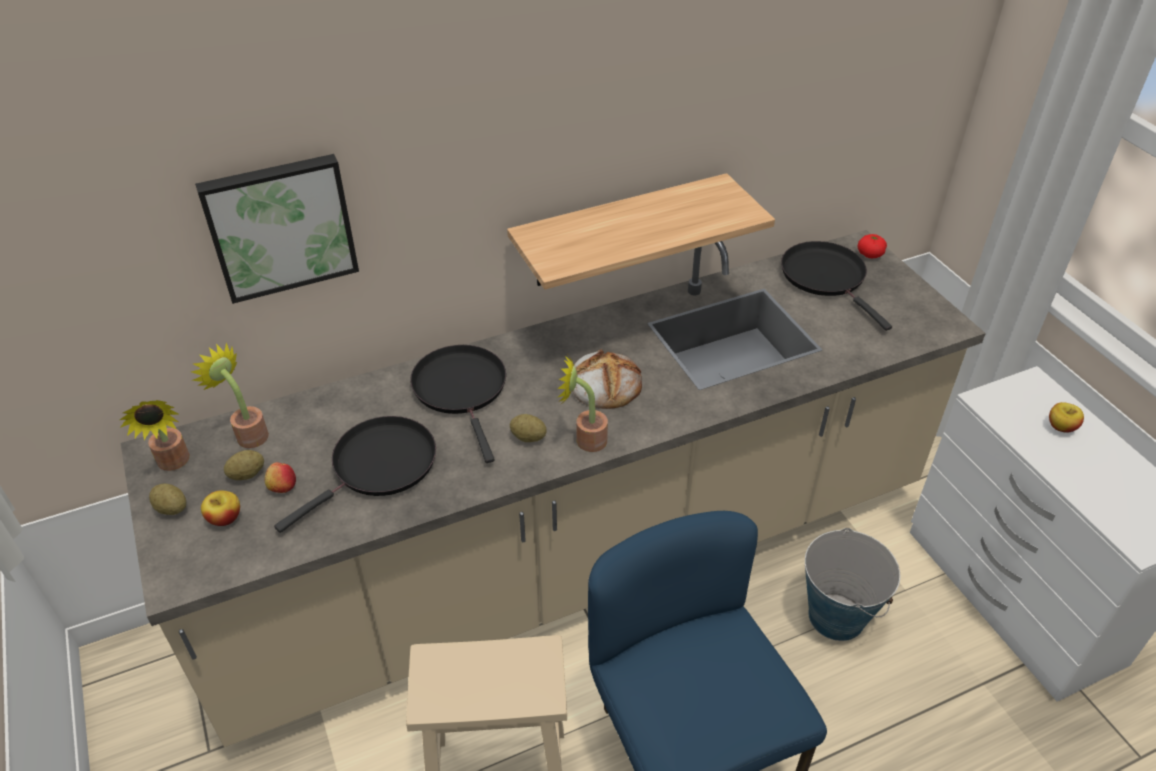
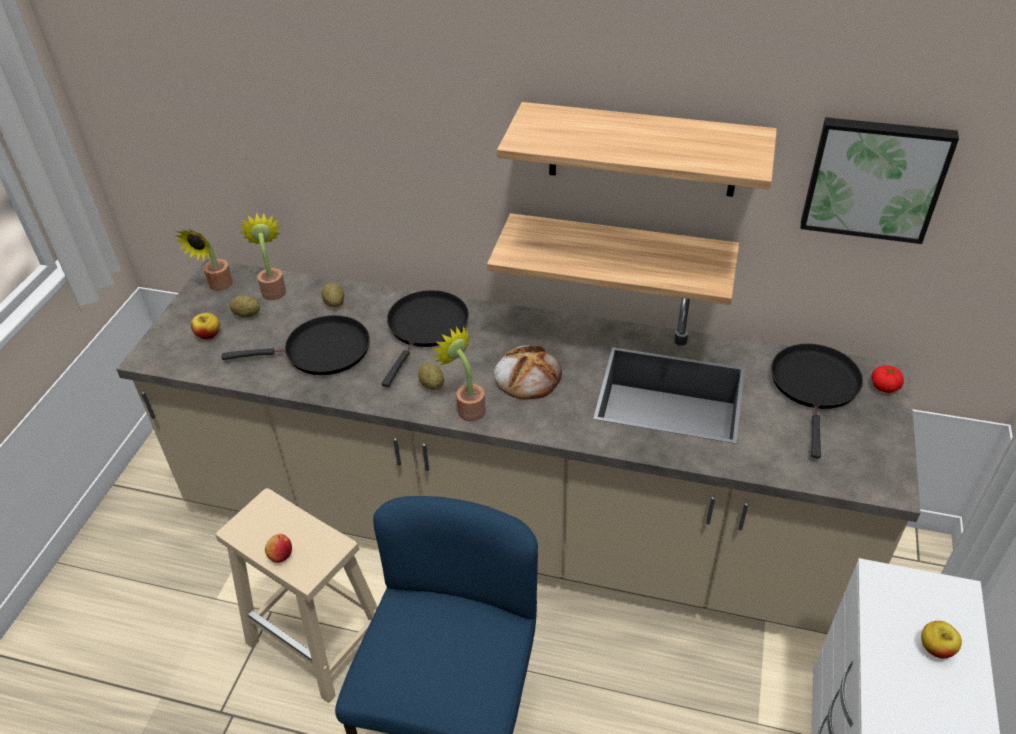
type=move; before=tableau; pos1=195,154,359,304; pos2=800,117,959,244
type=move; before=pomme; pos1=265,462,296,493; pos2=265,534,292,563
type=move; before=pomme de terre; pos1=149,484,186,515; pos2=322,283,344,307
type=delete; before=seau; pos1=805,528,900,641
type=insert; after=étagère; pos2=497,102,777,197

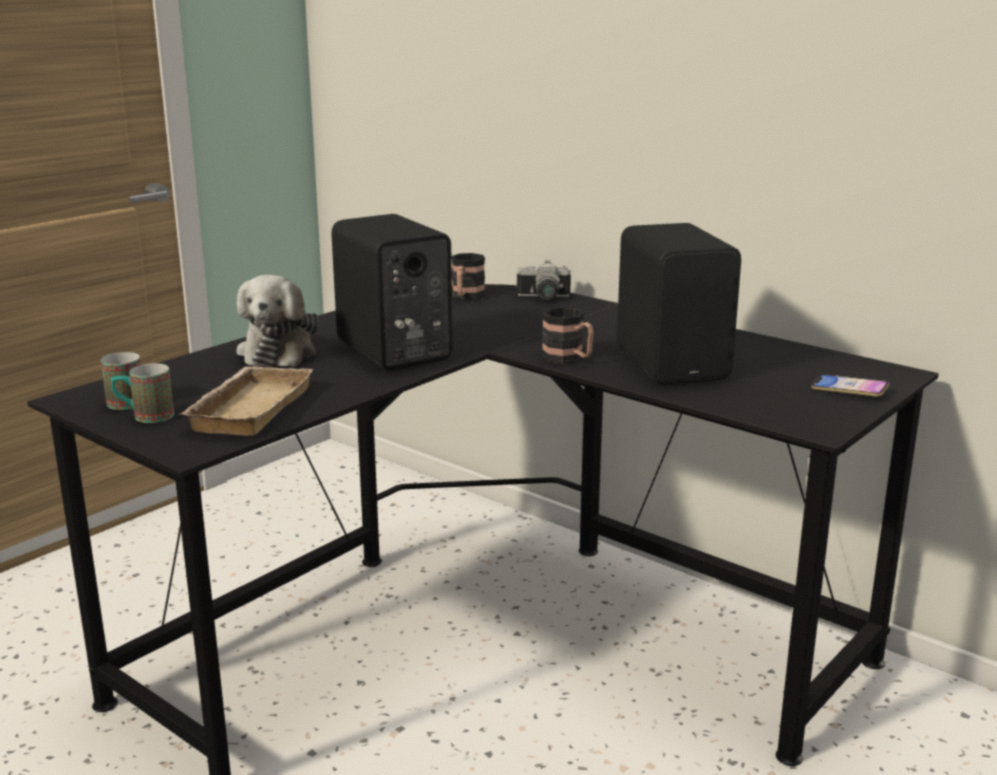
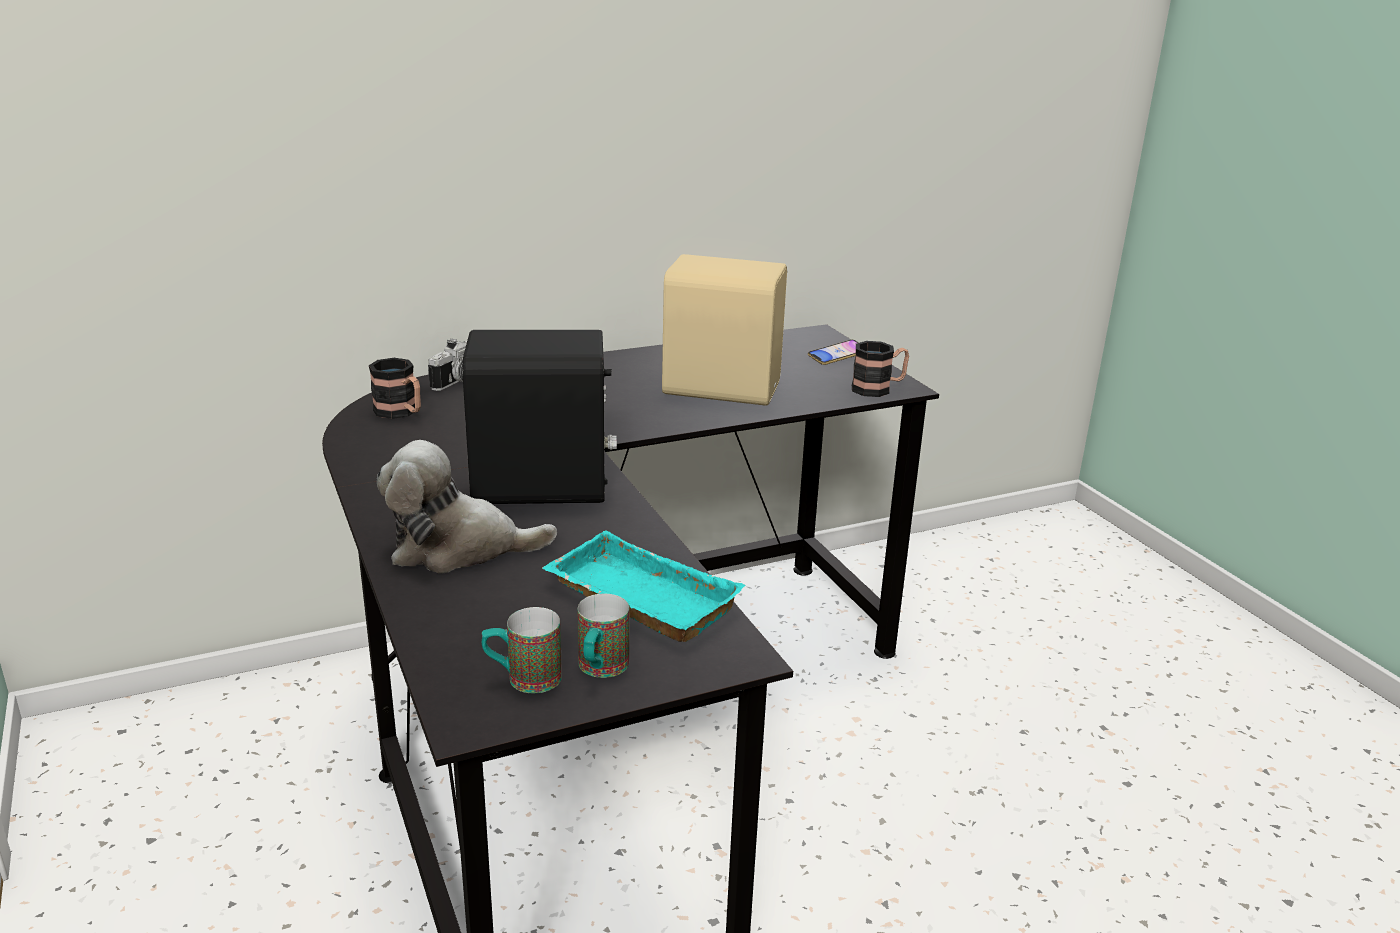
type=recolor; before=enceinte (noir); after=enceinte (beige); pos1=617,223,741,384; pos2=662,254,787,406
type=rotate; before=peluche; pos1=237,275,319,367; pos2=377,440,557,574; turn=150
type=move; before=mug; pos1=542,307,594,364; pos2=852,341,909,397
type=recolor; before=plateau (beige); after=plateau (turquoise); pos1=179,366,314,436; pos2=542,530,746,642

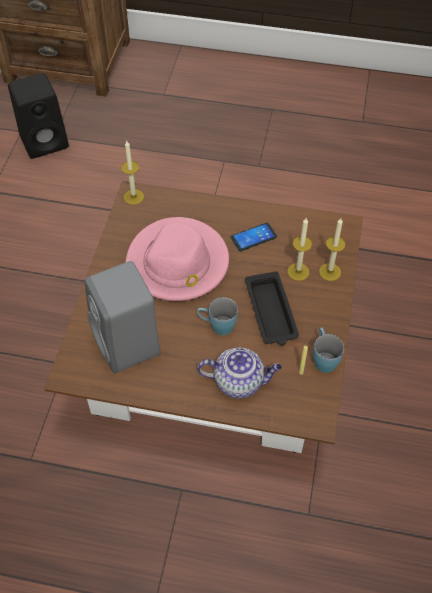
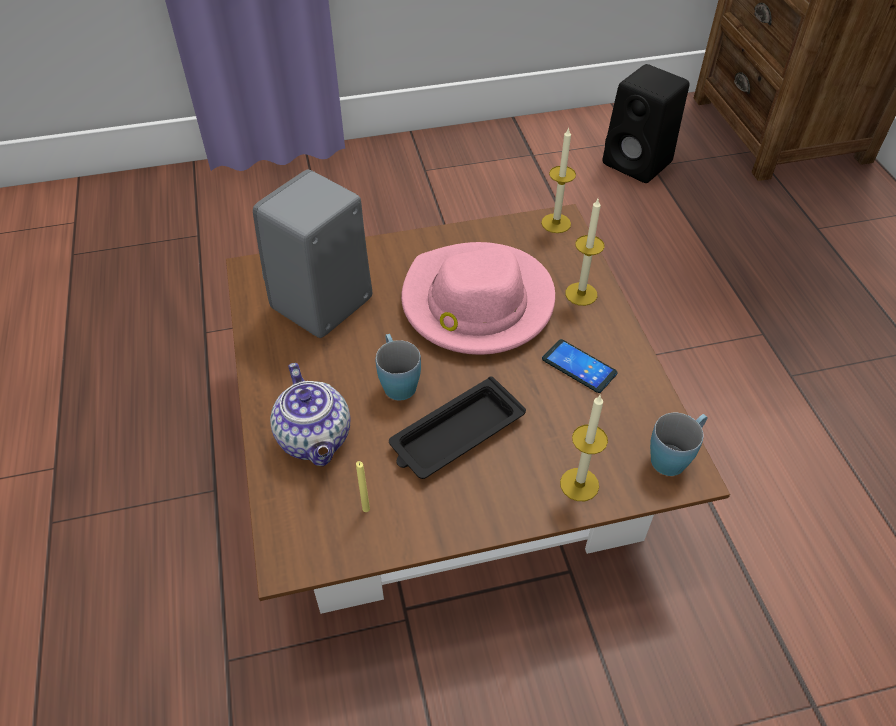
type=move; before=bougie; pos1=287,218,312,281; pos2=565,199,604,306
type=move; before=mug (bleu); pos1=313,327,344,373; pos2=650,413,708,476

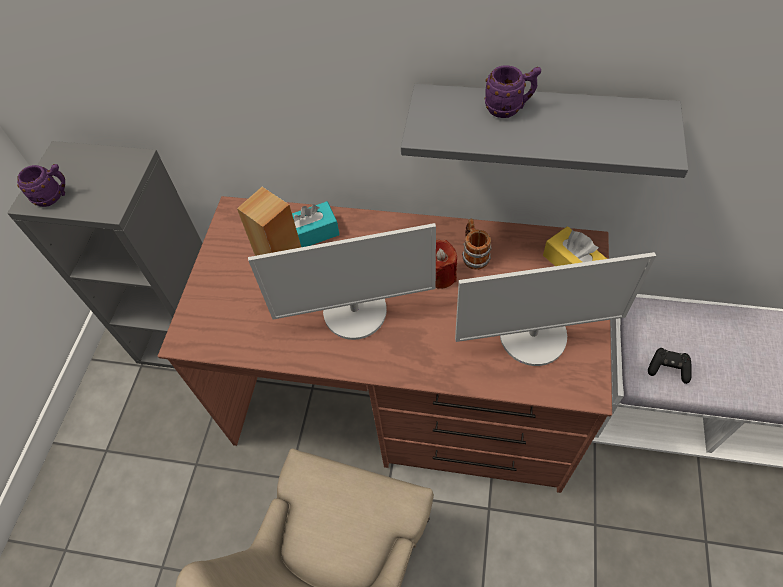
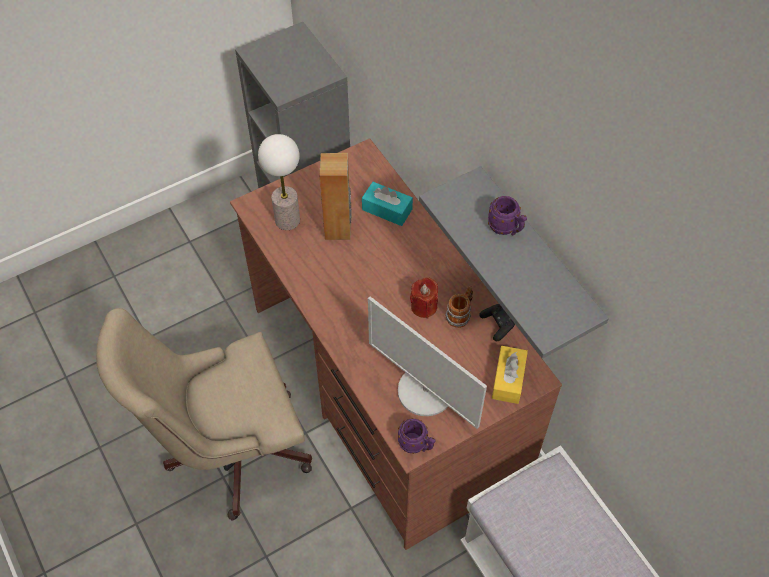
type=move; before=mug (violet); pos1=17,164,65,207; pos2=398,418,435,454
type=delete; before=écran d'ordinateur; pos1=248,223,436,340
type=move; before=manette (noir); pos1=648,348,692,384; pos2=480,304,515,341
type=insert; after=lampe de table; pos2=258,134,300,230

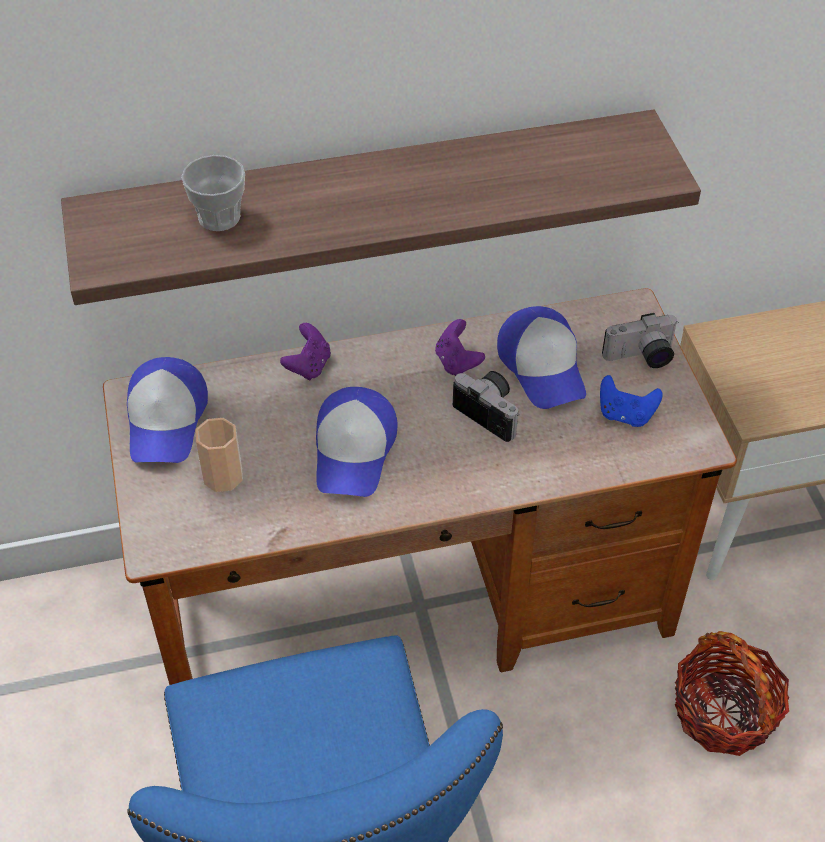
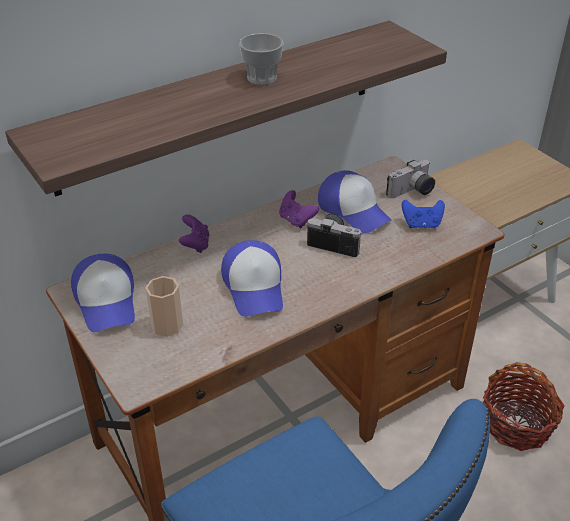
type=move; before=tasse; pos1=181,155,245,231; pos2=239,33,283,85

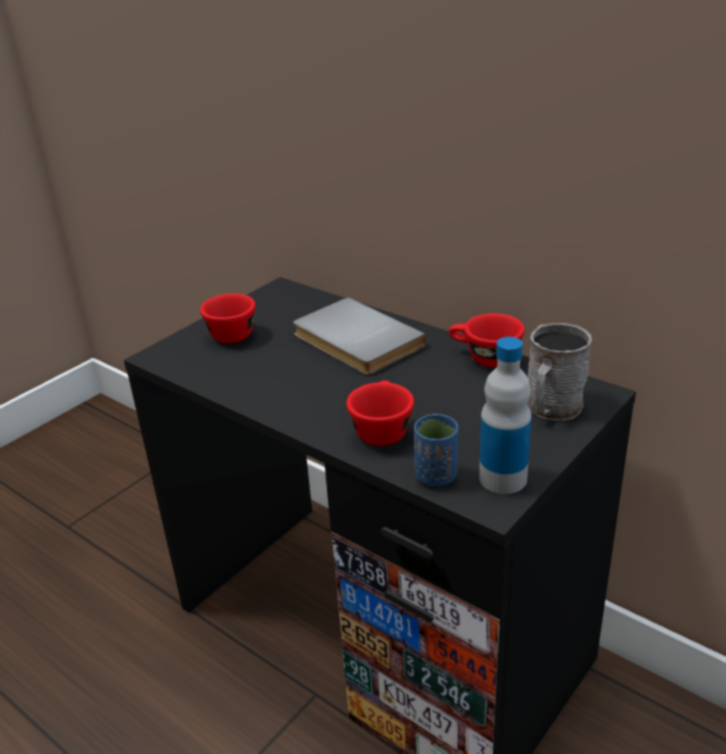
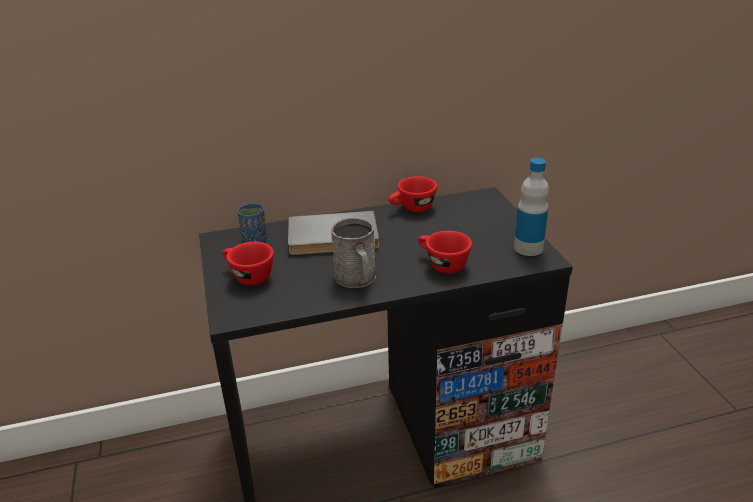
type=move; before=mug (gris); pos1=528,323,592,421; pos2=331,218,376,288
type=move; before=tasse (bleu); pos1=414,414,458,486; pos2=238,203,267,243

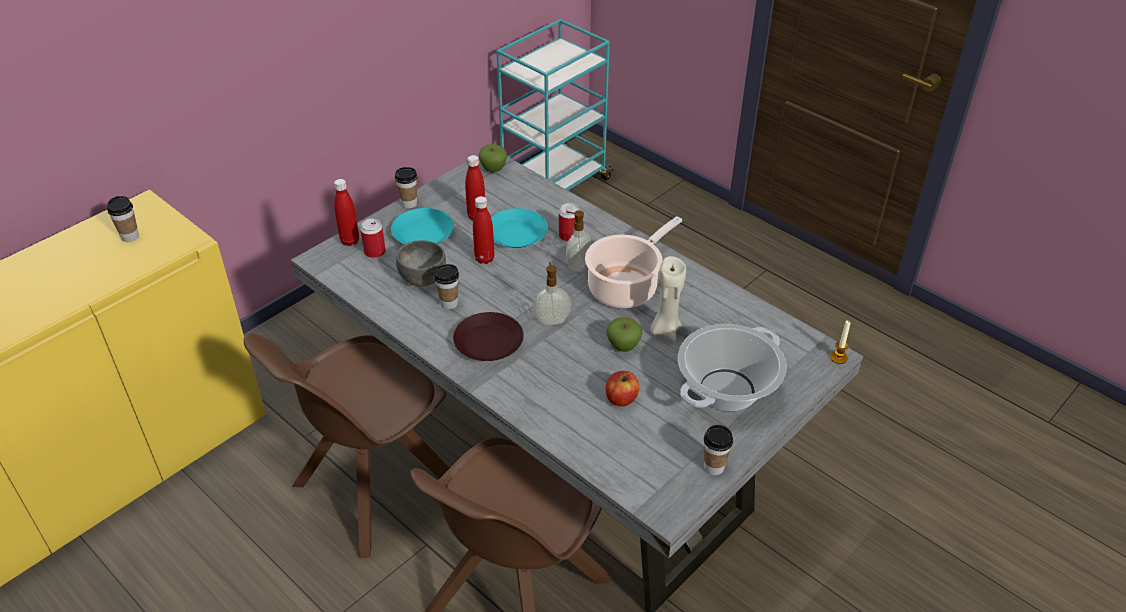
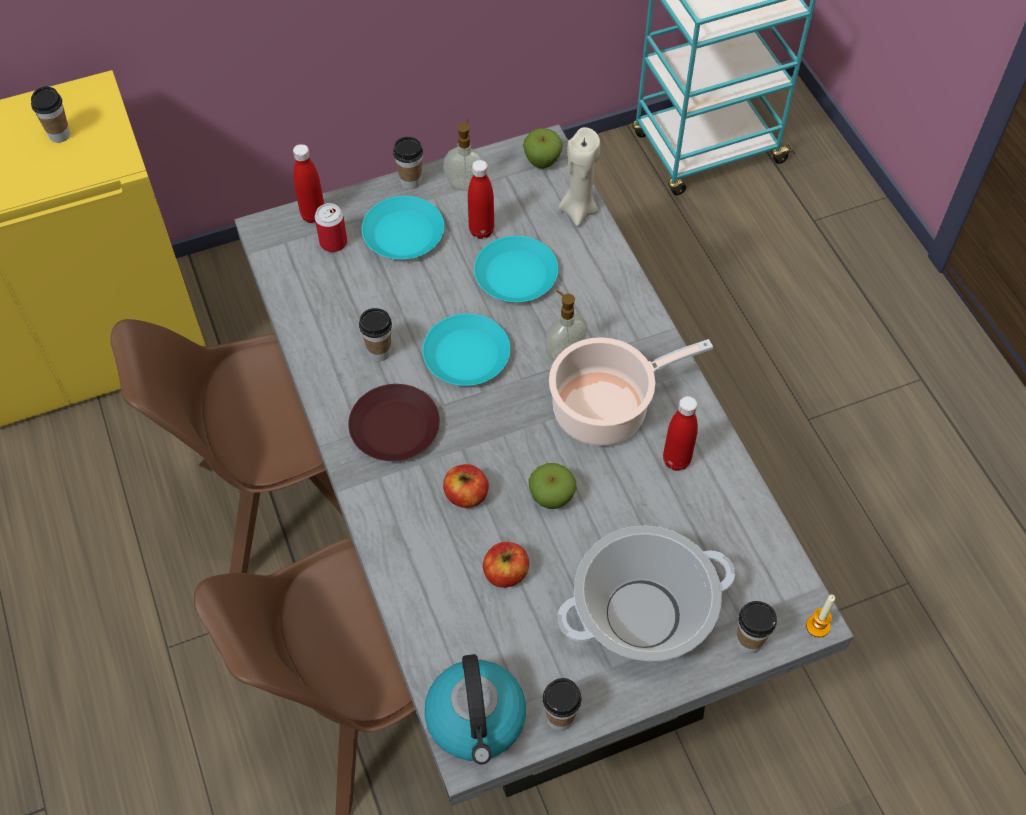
type=move; before=bouteille (rouge); pos1=473,196,494,264; pos2=663,396,698,471
type=delete; before=boîte métallique; pos1=559,203,579,242
type=delete; before=bol (gris); pos1=396,240,446,286
type=move; before=bougie (beige); pos1=650,256,686,342; pos2=558,127,600,226
type=move; before=distributeur de savon; pos1=533,262,571,325; pos2=443,119,485,191
type=insert; after=assiette (turquoise); pos2=422,314,510,386
type=insert; after=pomme; pos2=443,464,489,508
type=insert; after=tasse; pos2=736,601,777,654
type=insert; after=bouilloire; pos2=424,654,526,765

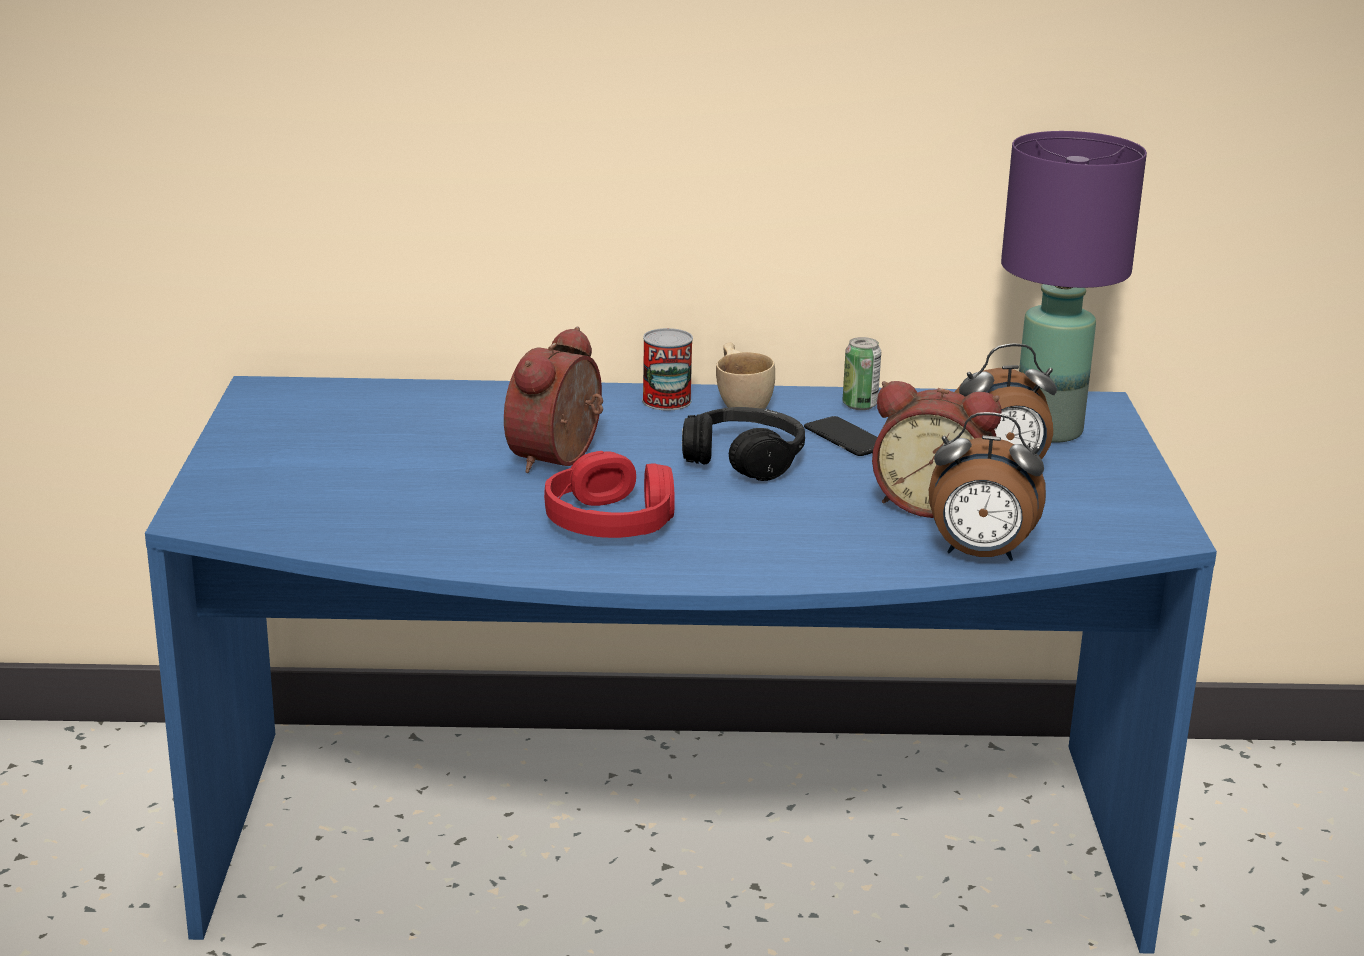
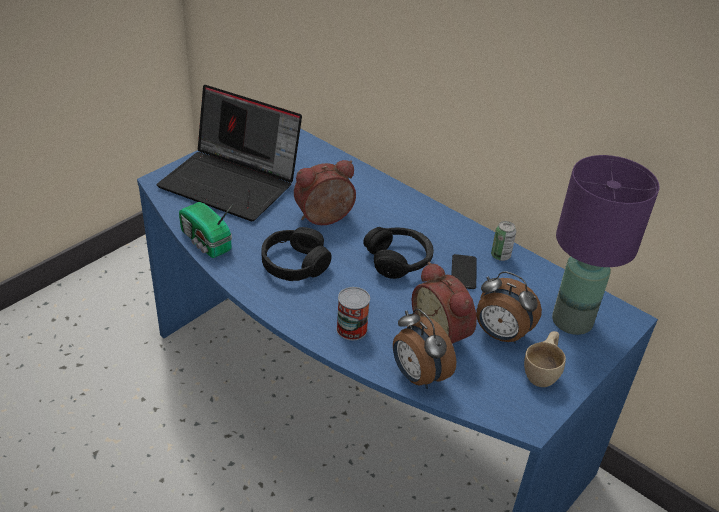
type=move; before=boîte métallique; pos1=642,328,693,411; pos2=337,287,370,340
type=move; before=tasse (beige); pos1=716,342,775,409; pos2=524,331,566,387
type=recolor; before=casque audio (rouge); after=casque audio (noir); pos1=544,451,675,538; pos2=261,227,331,281
type=insert; after=ordinateur portable; pos2=157,85,302,221
type=insert; after=radio; pos2=179,202,233,258

